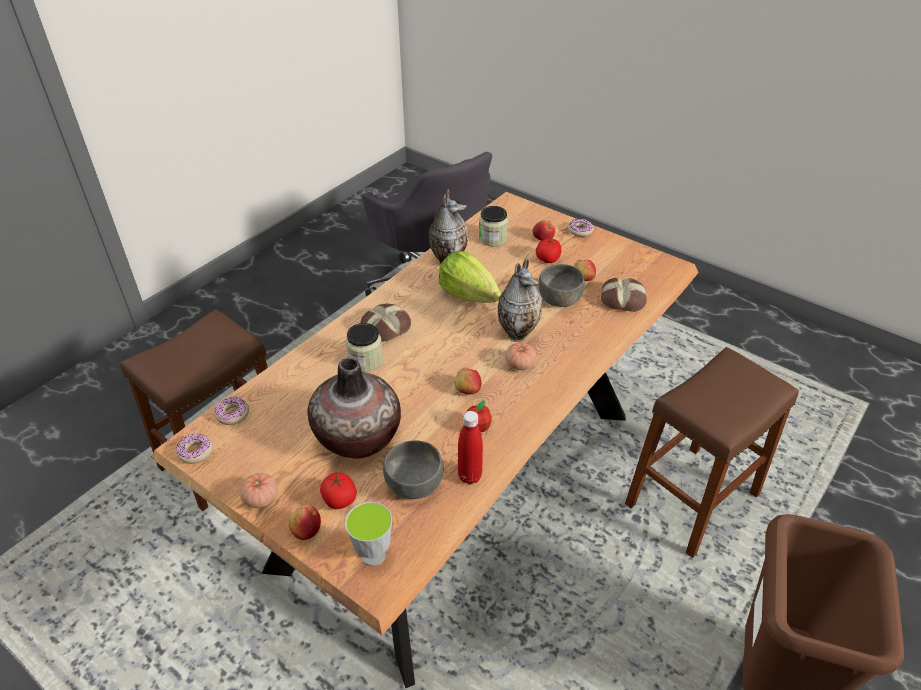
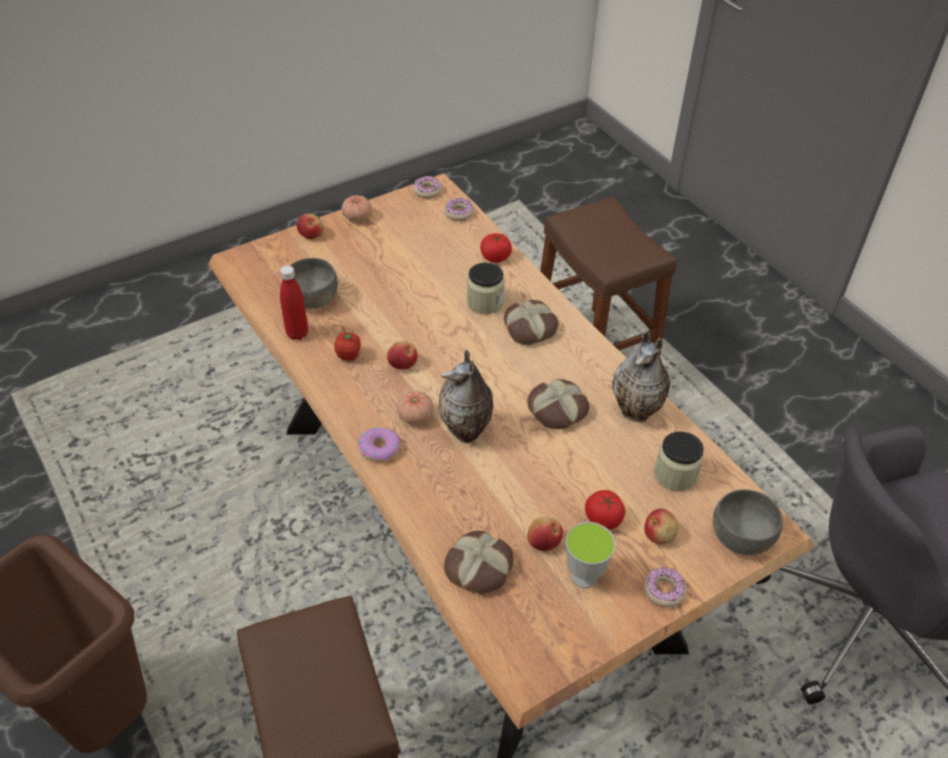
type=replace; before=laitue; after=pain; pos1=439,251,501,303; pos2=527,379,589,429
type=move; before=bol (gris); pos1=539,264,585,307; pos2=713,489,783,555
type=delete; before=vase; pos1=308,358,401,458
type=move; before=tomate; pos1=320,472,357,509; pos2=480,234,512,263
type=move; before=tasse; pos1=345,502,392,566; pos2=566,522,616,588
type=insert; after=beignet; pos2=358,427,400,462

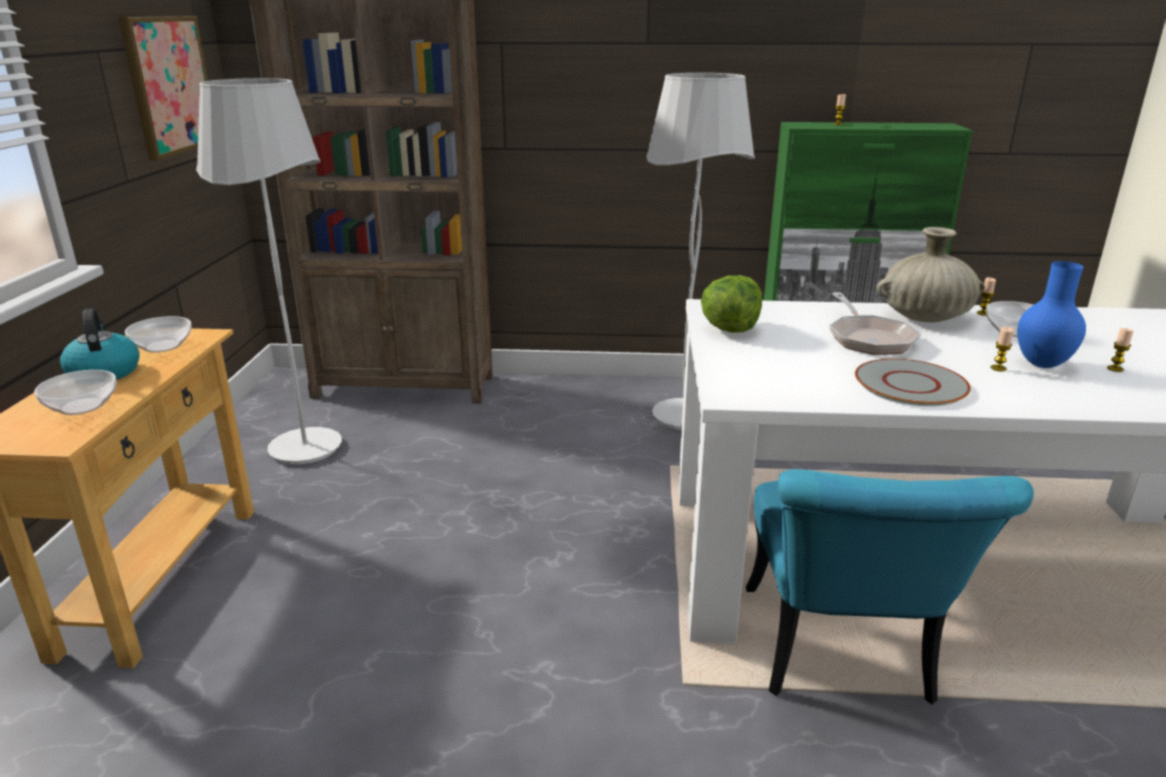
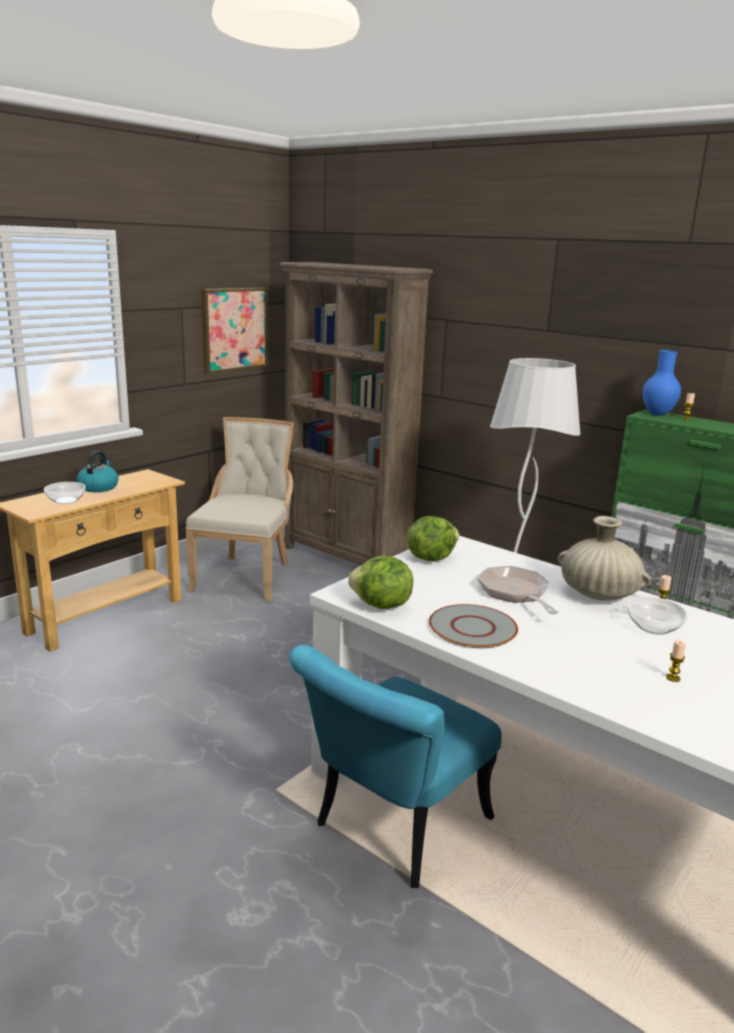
type=replace; before=lampadaire (blanc); after=chaise (beige); pos1=196,78,342,465; pos2=186,417,294,601
type=move; before=vase (bleu); pos1=1017,261,1086,368; pos2=643,350,681,416
type=rotate; before=poêle; pos1=829,292,921,355; pos2=477,566,559,614; turn=135
type=delete; before=bol; pos1=125,316,192,353
type=delete; before=bougie; pos1=991,327,1014,371
type=insert; after=laitue; pos2=348,556,413,609

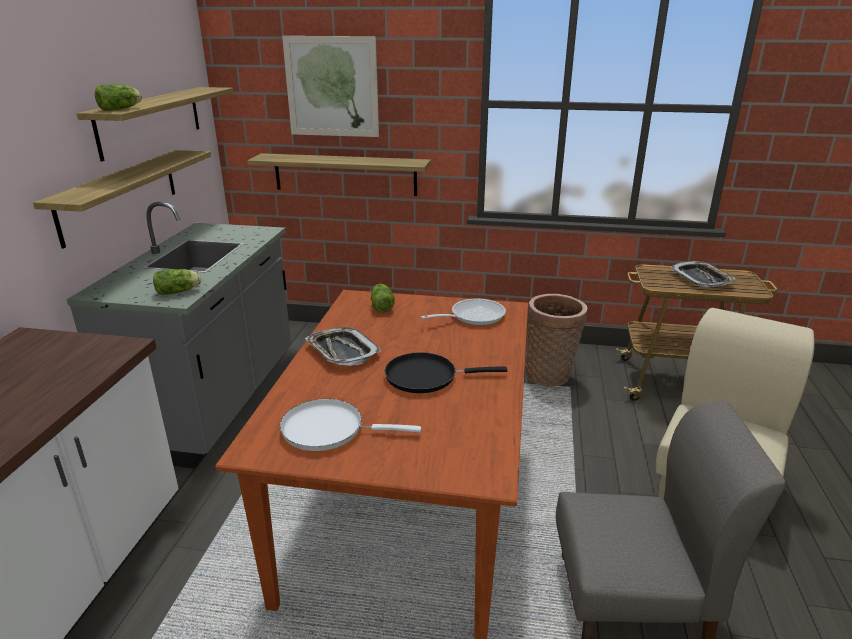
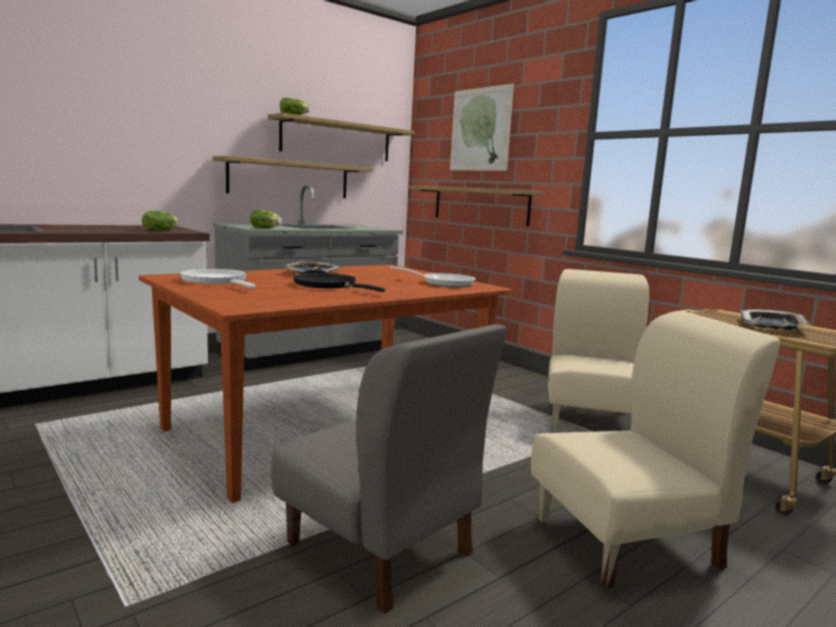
type=move; before=laitue; pos1=371,284,395,312; pos2=142,211,178,231
type=replace; before=panier; after=chaise (beige); pos1=525,294,587,387; pos2=548,269,649,433

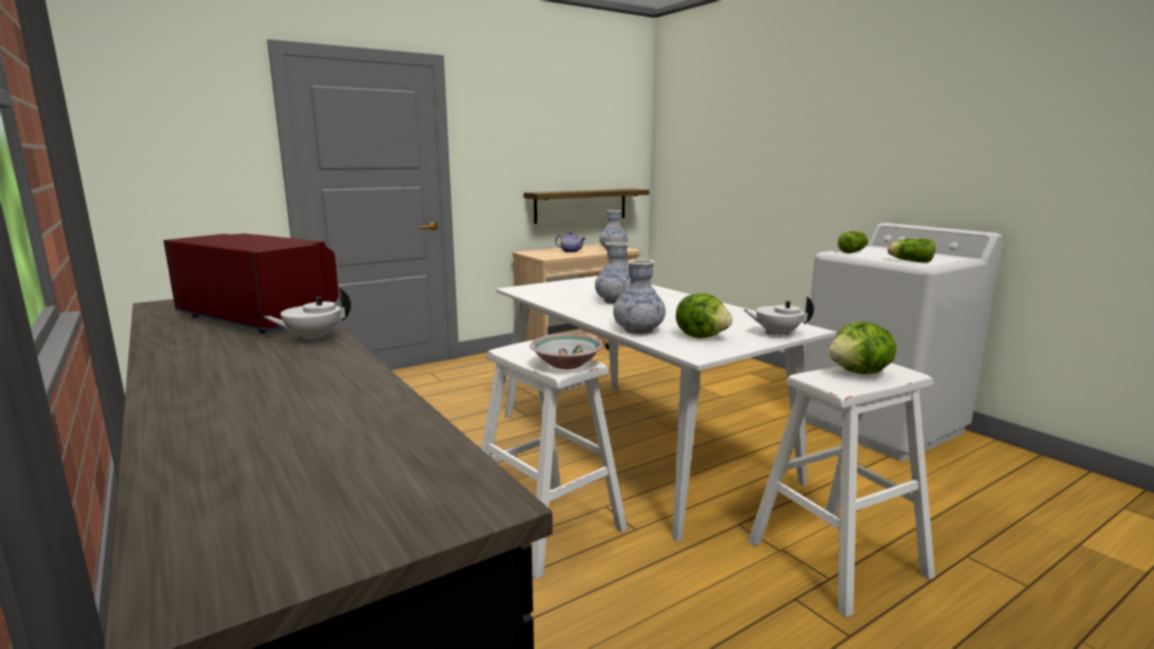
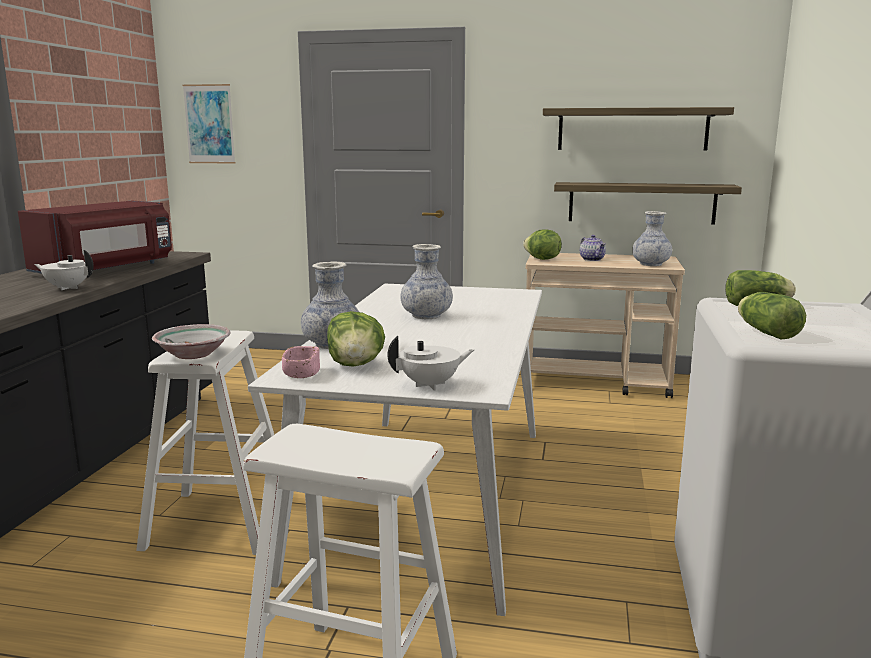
type=rotate; before=micro-ondes (rouge); pos1=164,233,339,333; pos2=18,201,172,274; turn=45
type=rotate; before=théière (blanc); pos1=744,297,814,337; pos2=387,336,474,391; turn=105
type=move; before=laitue; pos1=828,322,896,374; pos2=523,229,562,260
type=insert; after=tableau; pos2=183,84,235,164
type=insert; after=étagère; pos2=543,107,734,151
type=insert; after=bol (rose); pos2=282,346,320,378

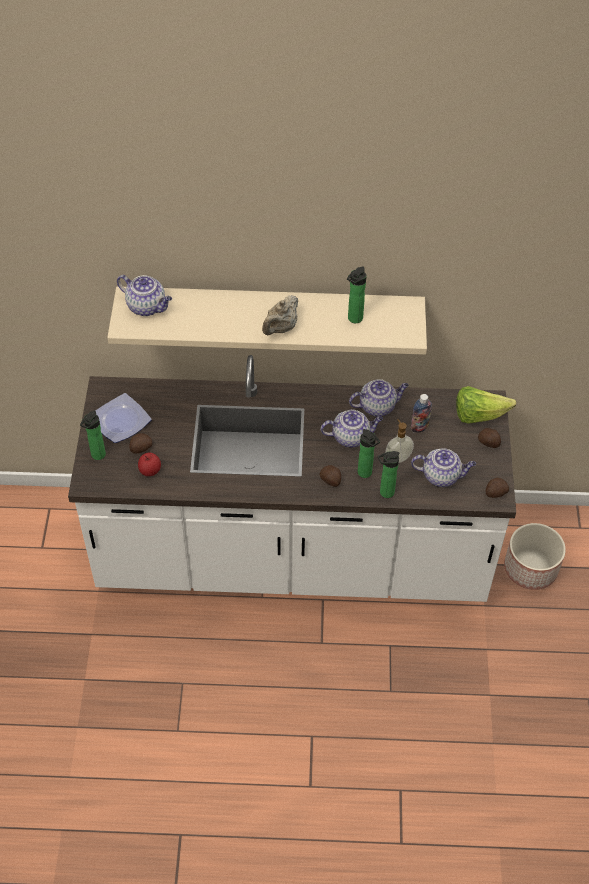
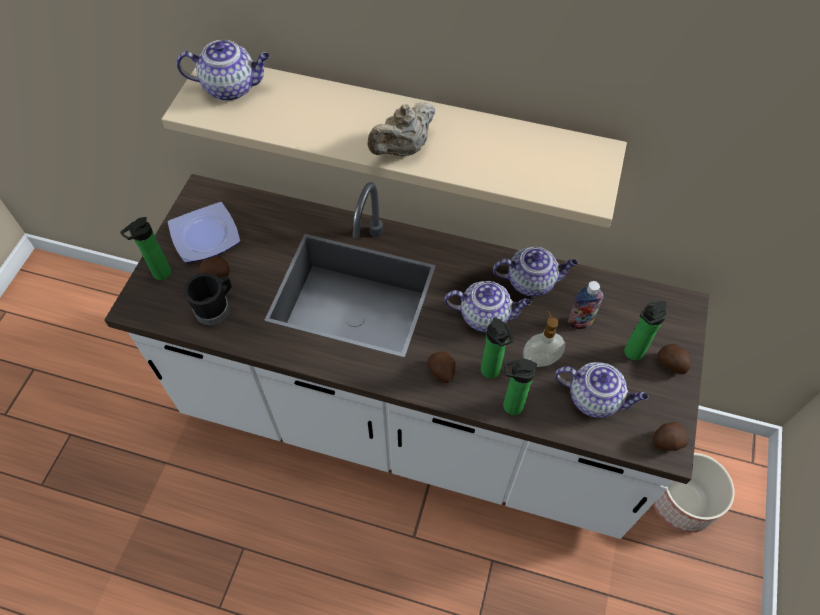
type=move; before=bouteille; pos1=347,267,366,323; pos2=624,301,667,361
type=rotate; before=théière; pos1=117,275,172,316; pos2=177,39,270,101; turn=-45
type=delete; before=laitue; pos1=456,386,516,424
type=replace; before=pomme; after=mug (noir); pos1=138,453,161,476; pos2=184,273,232,325

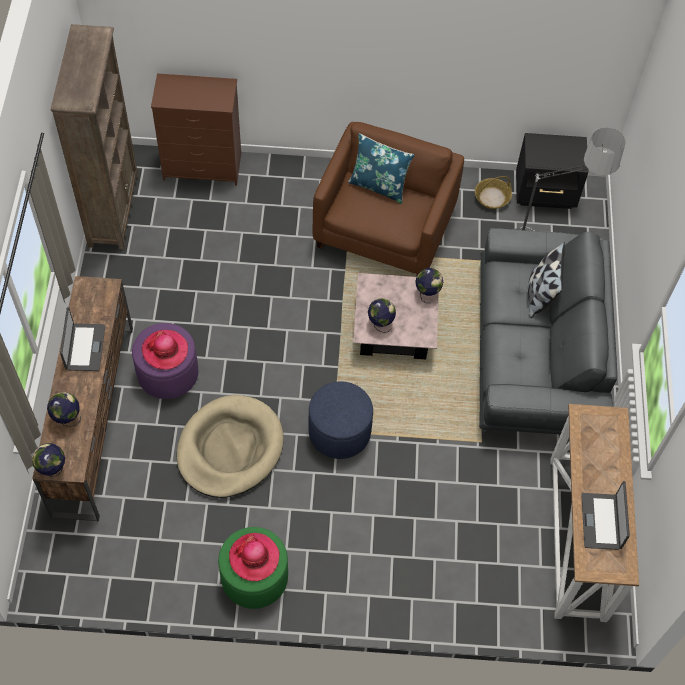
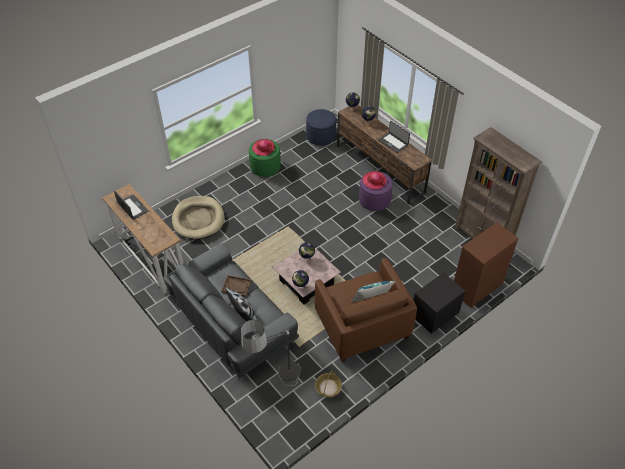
type=move; before=table de chevet (noir); pos1=516,133,588,209; pos2=414,273,465,334
type=move; before=pouf (bleu); pos1=308,381,373,459; pos2=306,109,336,146
type=move; before=panier pour chien (beige); pos1=176,395,284,498; pos2=172,196,224,239
type=insert; after=plateau (marron); pos2=221,275,252,297

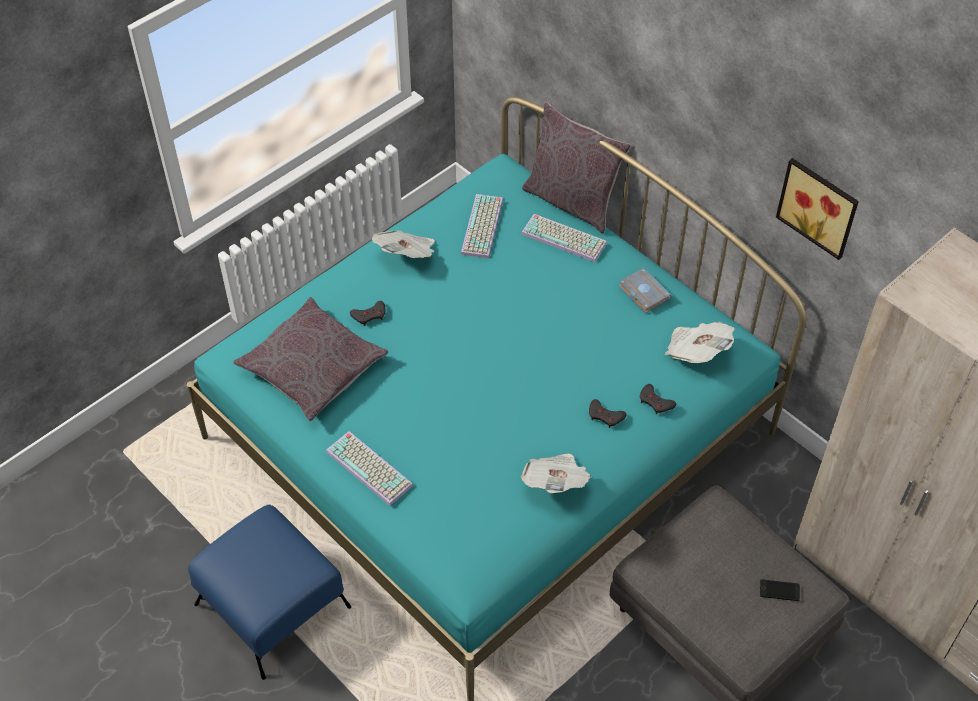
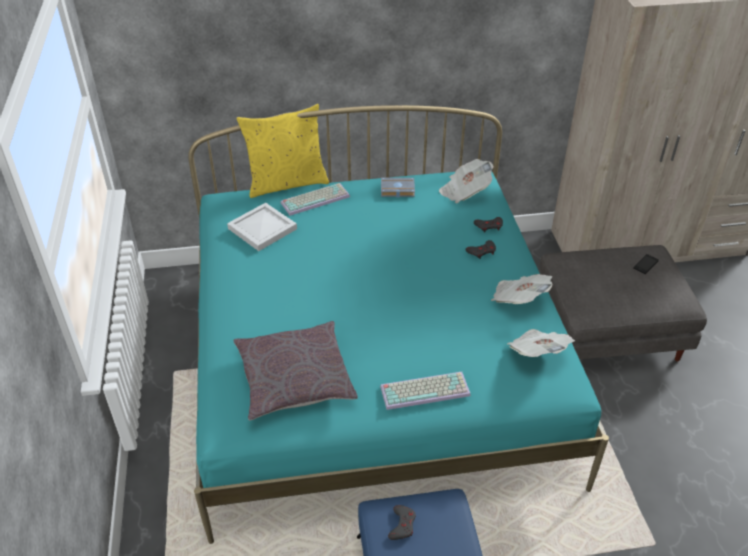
type=recolor; before=coussin (gris); after=coussin (jaune); pos1=522,102,631,233; pos2=236,104,329,198
type=delete; before=tableau; pos1=776,158,859,260
type=replace; before=clavier; after=plateau (blanc); pos1=461,194,503,258; pos2=227,203,297,251
type=move; before=journal; pos1=372,230,435,258; pos2=508,329,575,357
type=move; before=manette (gris); pos1=350,301,385,326; pos2=388,505,416,540

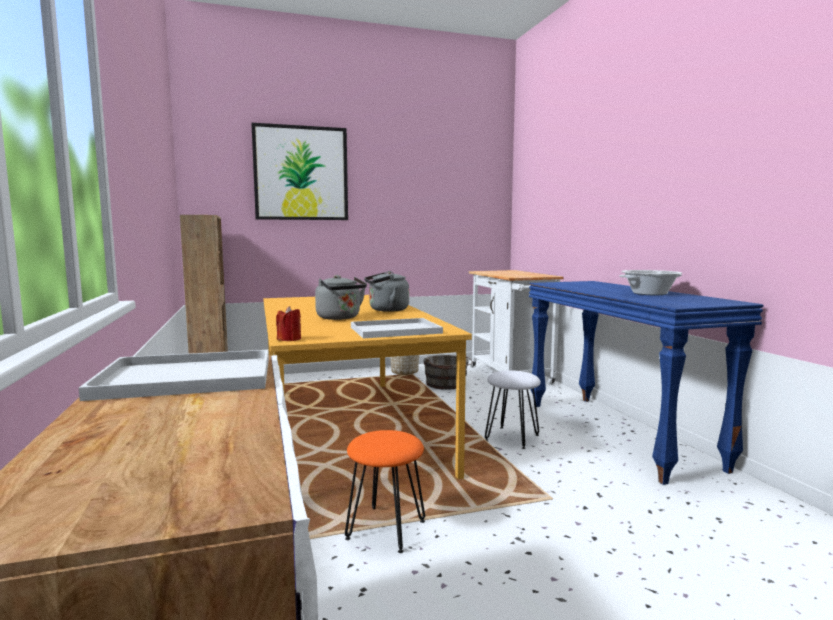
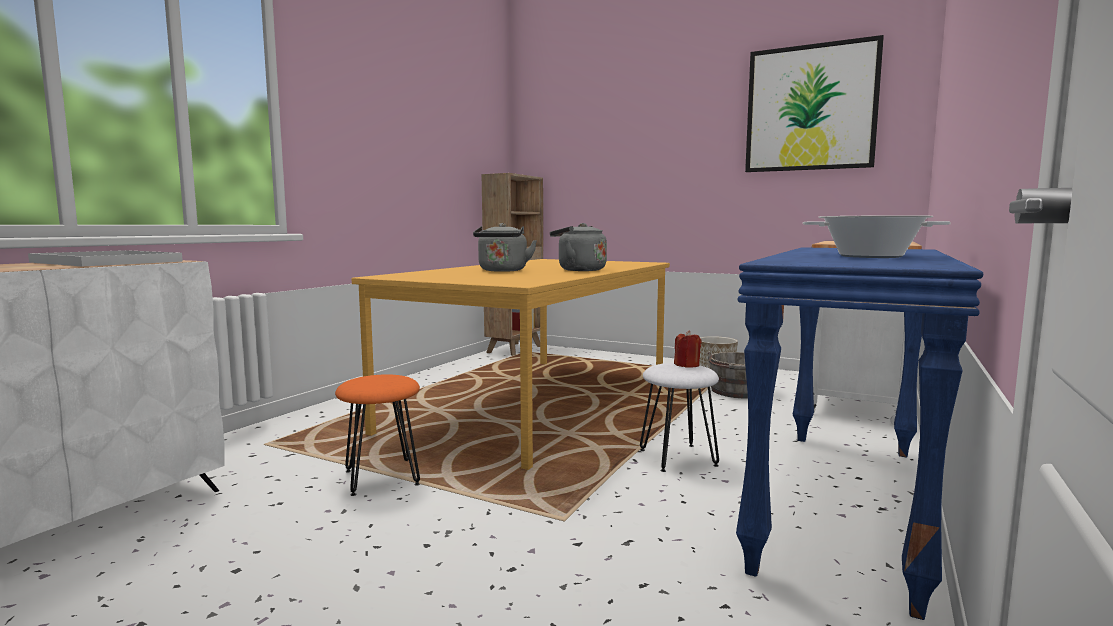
type=move; before=tableau; pos1=251,123,348,220; pos2=745,35,884,172
type=move; before=bougie (rouge); pos1=276,306,301,341; pos2=674,330,702,368
type=delete; before=plateau (blanc); pos1=351,318,443,338

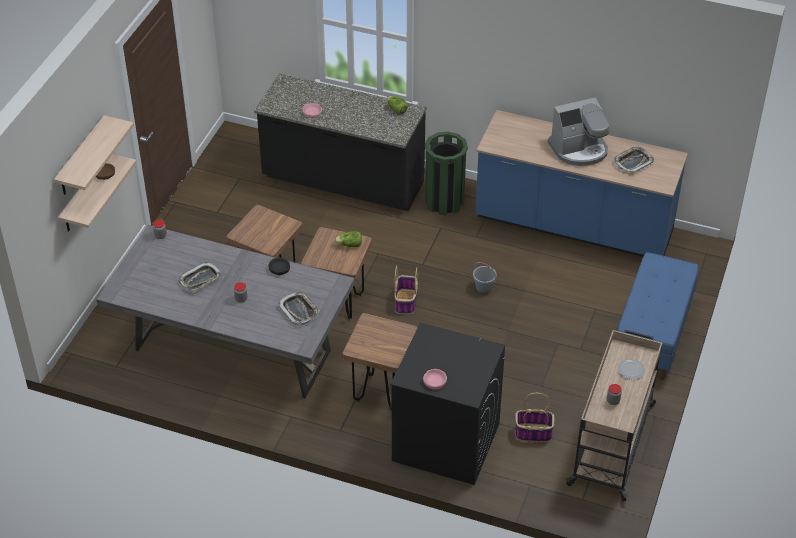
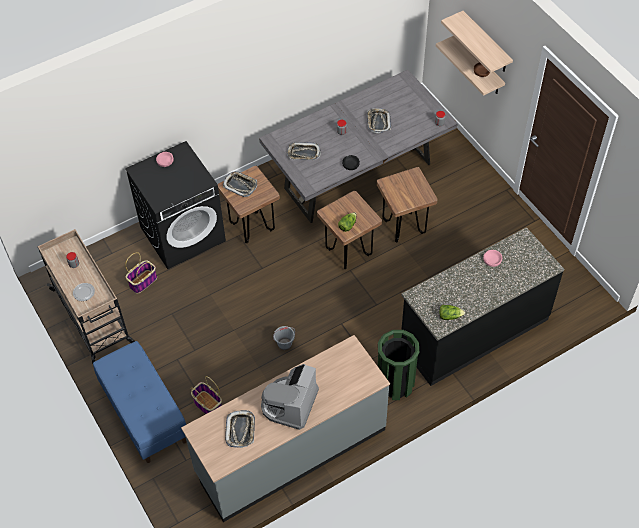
type=recolor; before=comptoir de cuisine (bleu); after=comptoir de cuisine (gris); pos1=475,110,688,257; pos2=181,335,390,522
type=move; before=panier; pos1=394,265,418,314; pos2=191,376,222,414
type=insert; after=plateau; pos2=223,171,257,197

